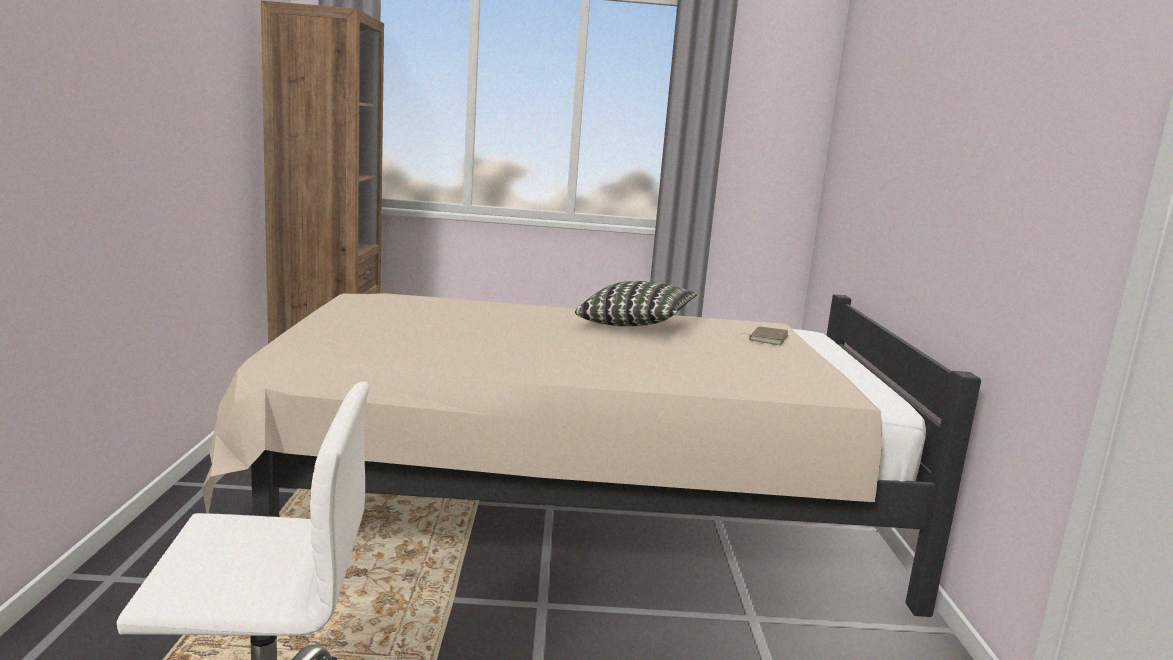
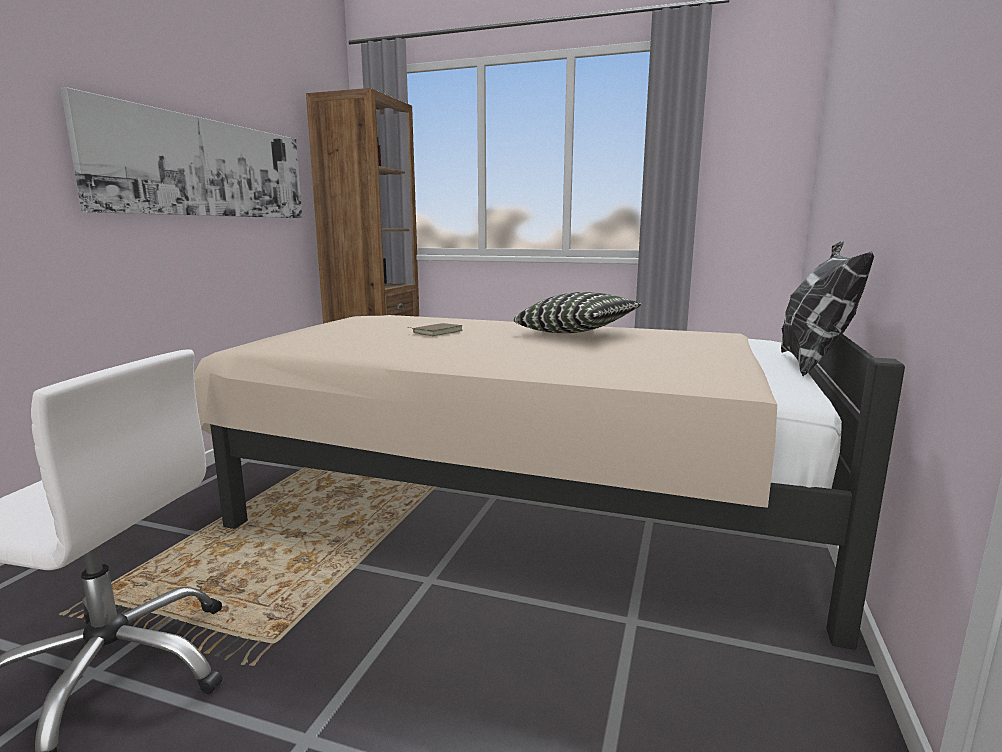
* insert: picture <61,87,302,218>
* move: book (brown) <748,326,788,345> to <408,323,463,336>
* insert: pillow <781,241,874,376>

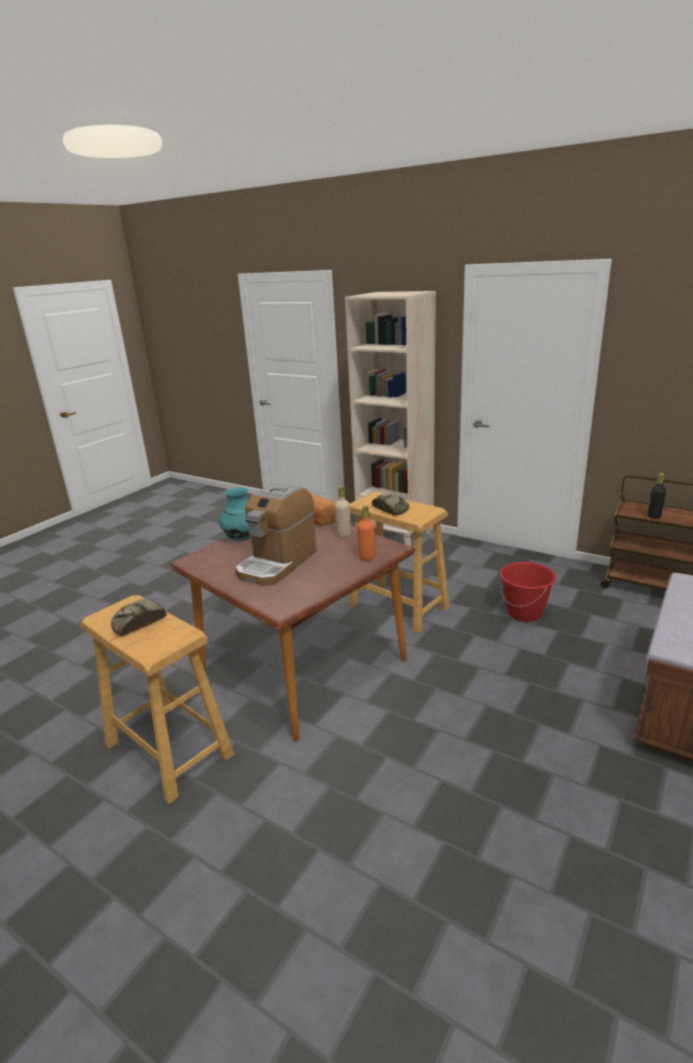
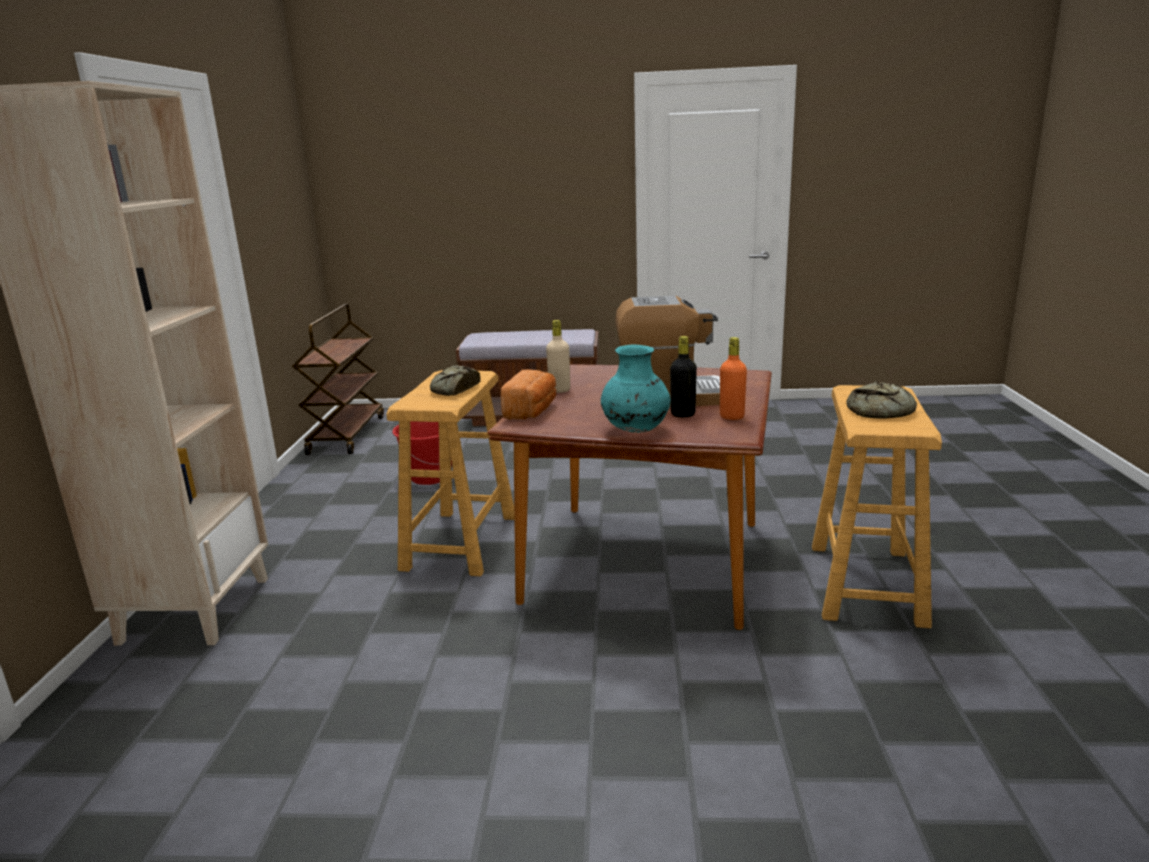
* move: bottle (black) <647,473,666,519> to <670,336,697,417>
* move: bottle (orange) <357,505,376,560> to <720,337,747,420>

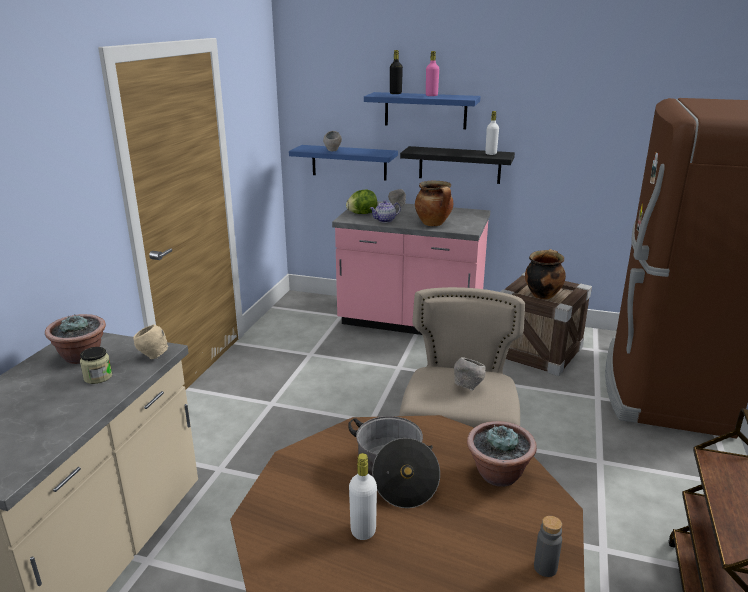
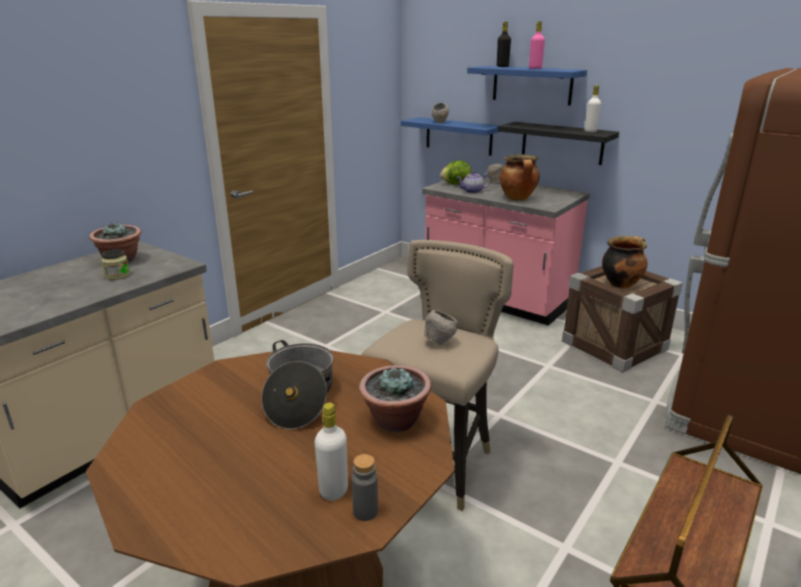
* move: bottle (white) <349,453,377,540> to <315,403,348,500>
* delete: bowl (beige) <133,325,168,359>

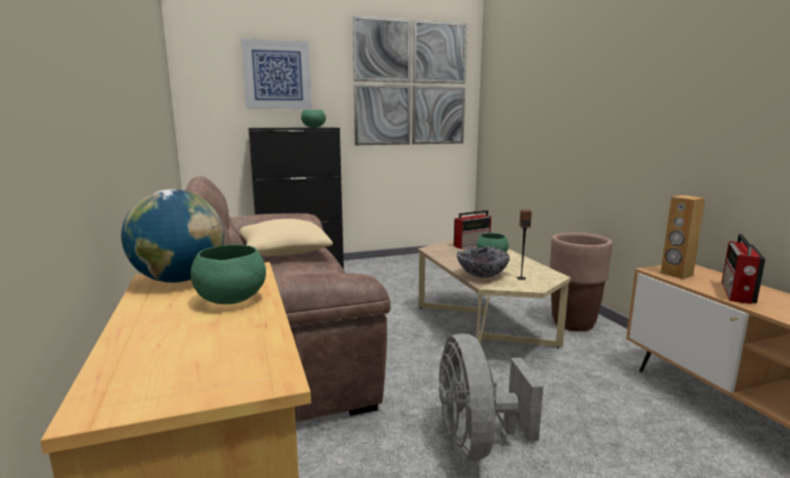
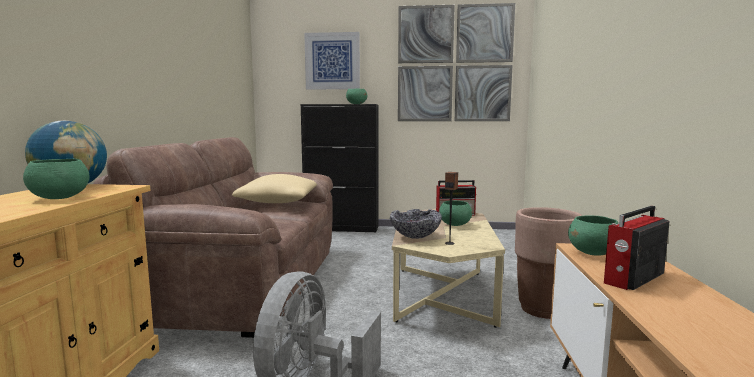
* replace: speaker (brown) <661,195,705,279> to bowl (green) <568,215,618,256>

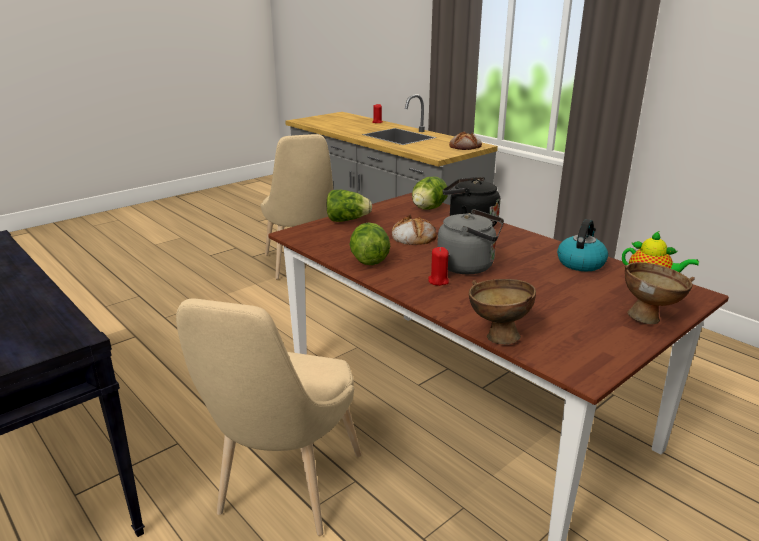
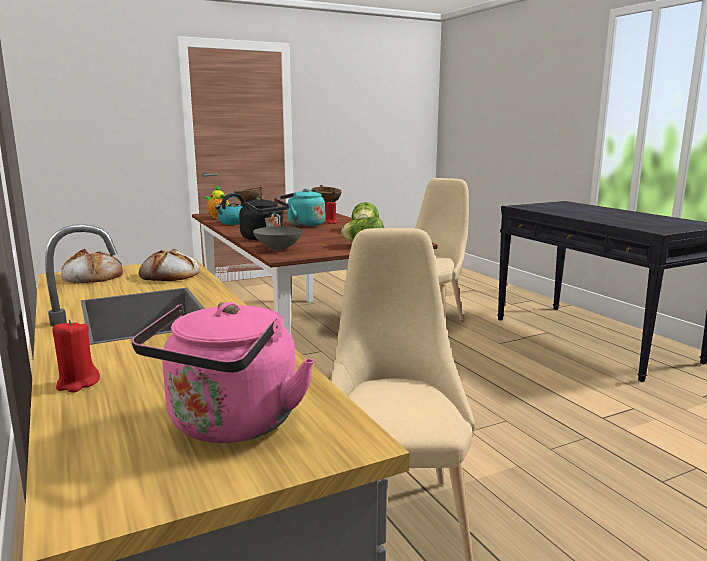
* insert: kettle (pink) <132,302,315,443>
* move: bread <392,214,437,245> to <139,249,200,281>
* replace: lettuce <412,177,448,209> to bowl (grey) <253,226,303,251>
* recolor: kettle (grey) <437,209,504,274> to kettle (turquoise) <280,189,325,227>

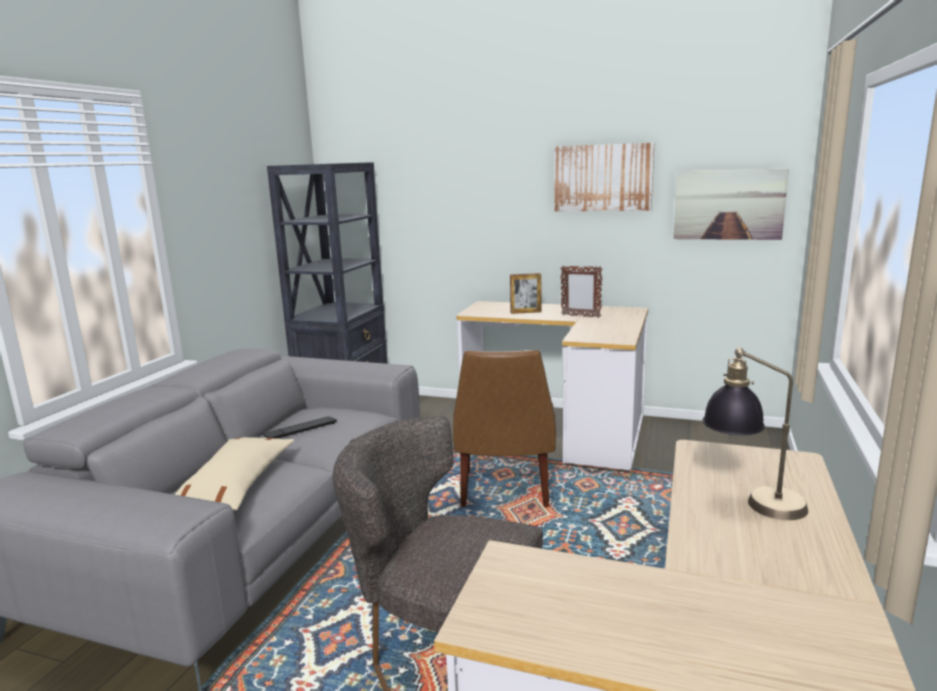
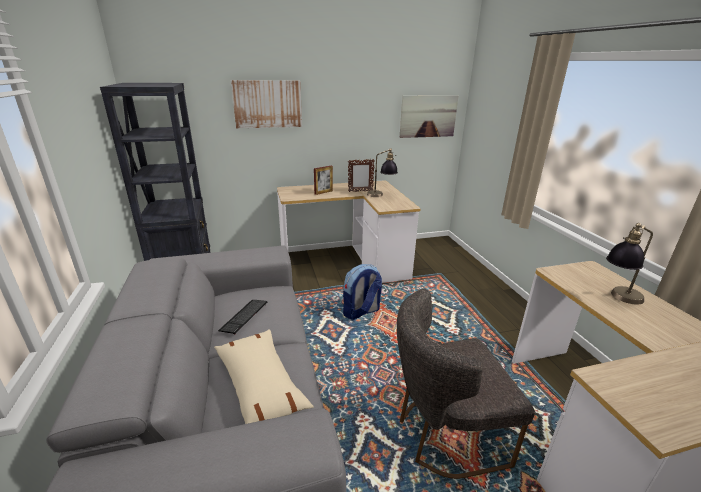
* move: picture <554,143,654,211> to <231,80,302,128>
* replace: chair (brown) <453,350,556,507> to backpack <343,264,382,320>
* insert: table lamp <367,148,398,197>

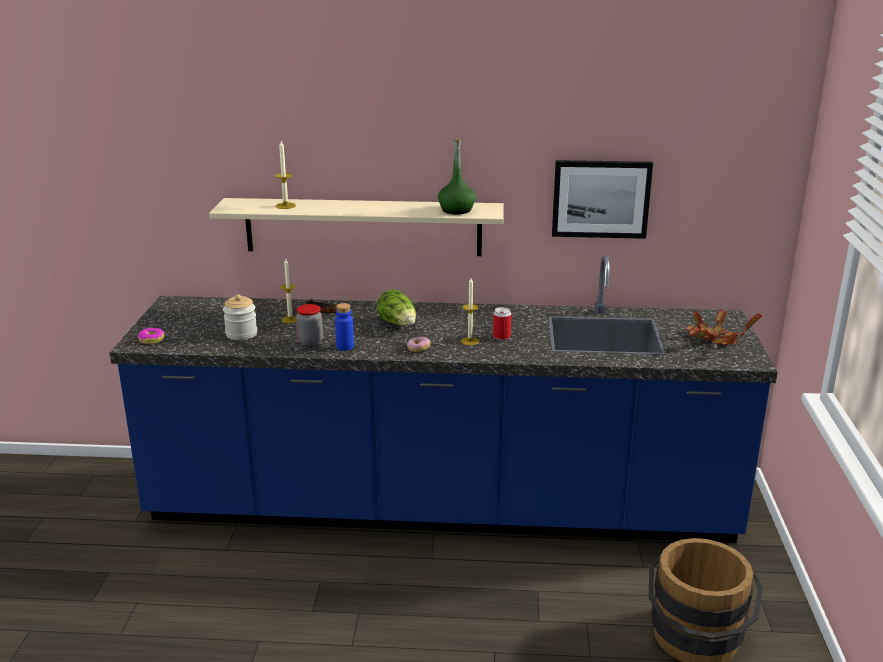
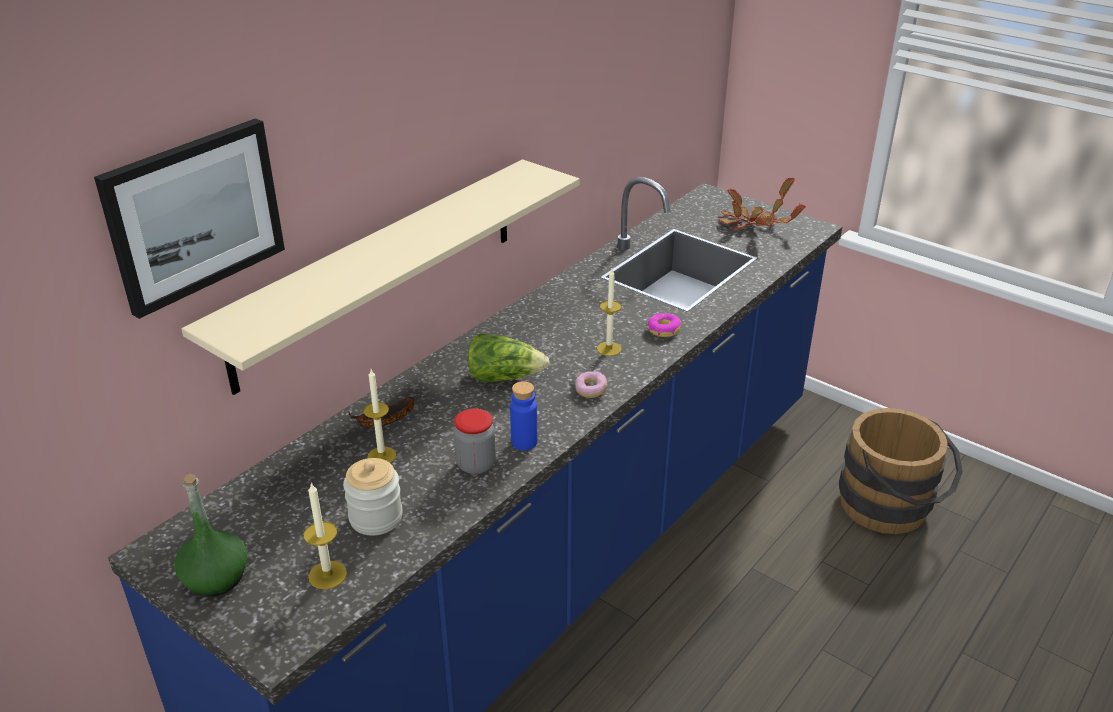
* move: picture <552,160,653,239> to <94,118,285,319>
* move: bottle (green) <438,138,476,214> to <174,474,247,597>
* move: candle <275,141,296,209> to <303,482,347,589>
* move: donut <138,328,165,344> to <647,313,681,337>
* delete: can <493,307,511,340>

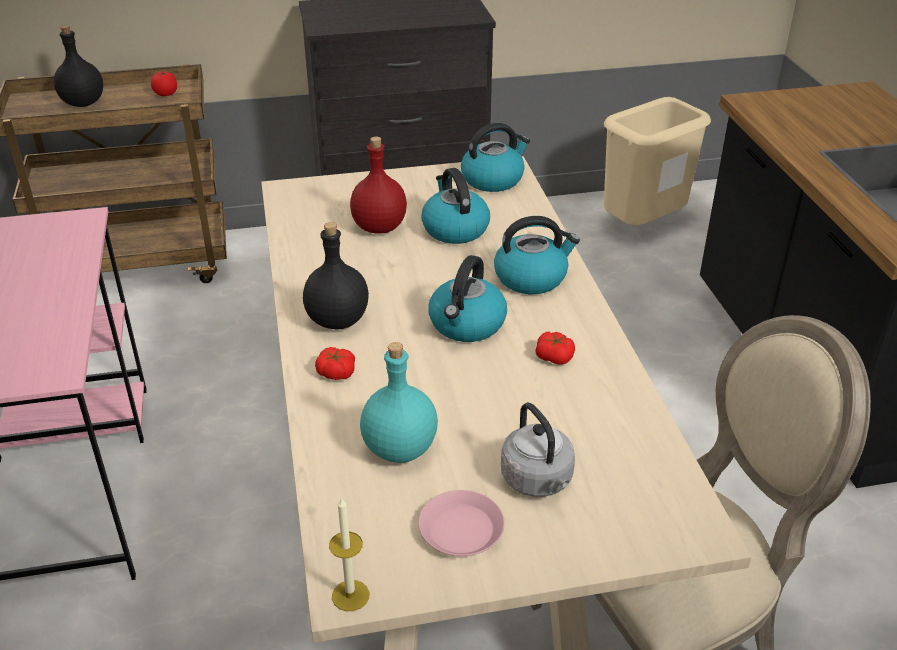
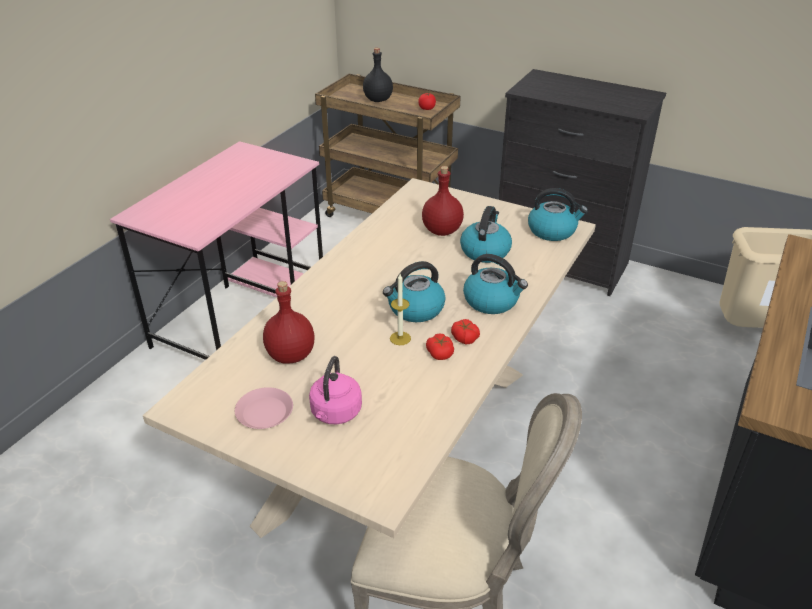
* recolor: bottle (turquoise) <360,342,438,463> to bottle (red) <263,281,315,364>
* recolor: kettle (grey) <501,402,575,497> to kettle (pink) <309,356,362,424>
* move: candle <329,497,369,611> to <390,274,411,345>
* move: tomato <315,347,355,380> to <451,319,480,344>
* delete: bottle (black) <303,222,369,329>

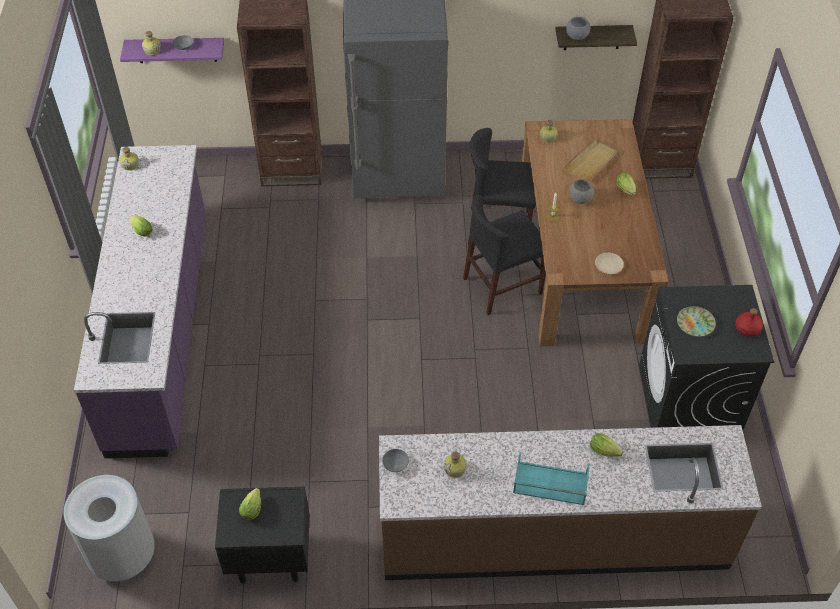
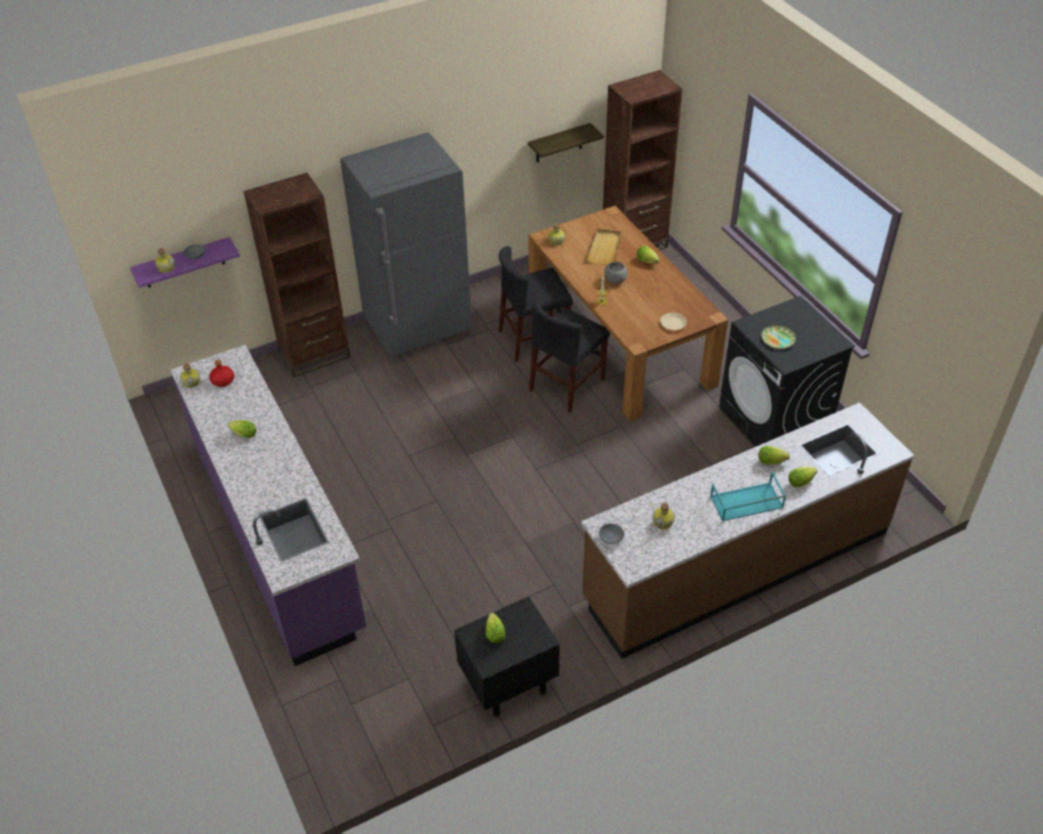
* move: bottle (red) <735,308,763,337> to <209,360,234,387>
* insert: lettuce <789,467,817,488>
* delete: trash can (grey) <63,475,155,582>
* delete: bowl (grey) <566,16,591,40>

